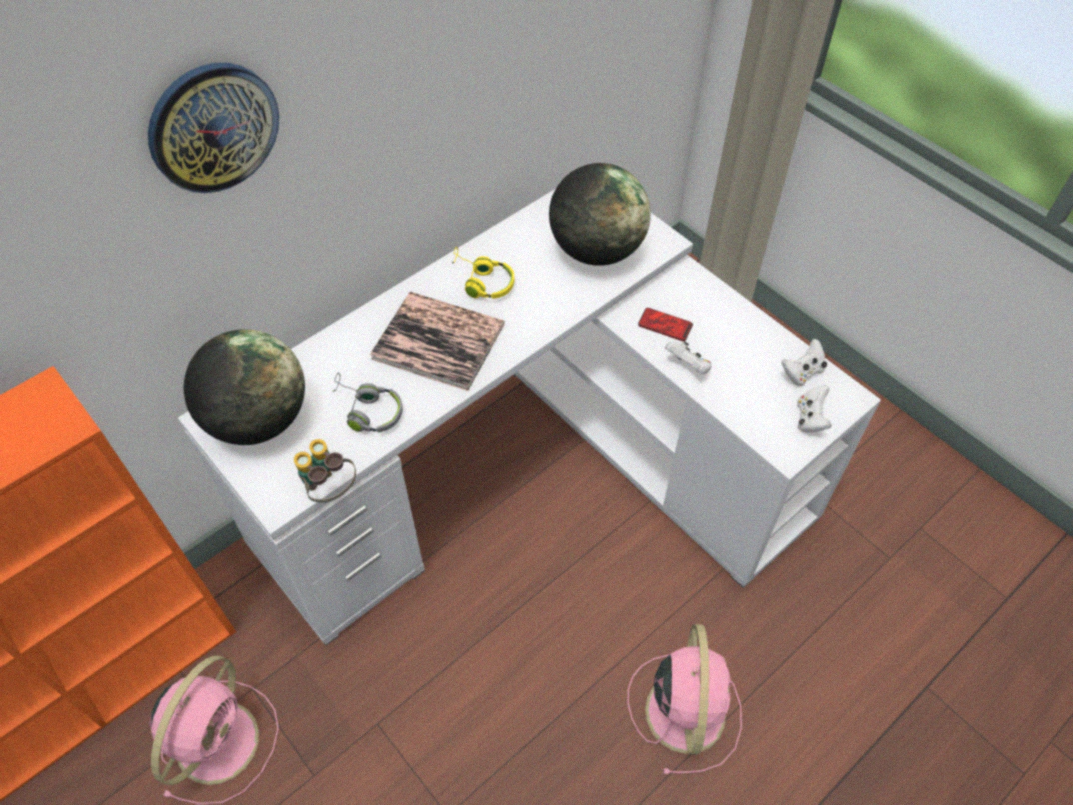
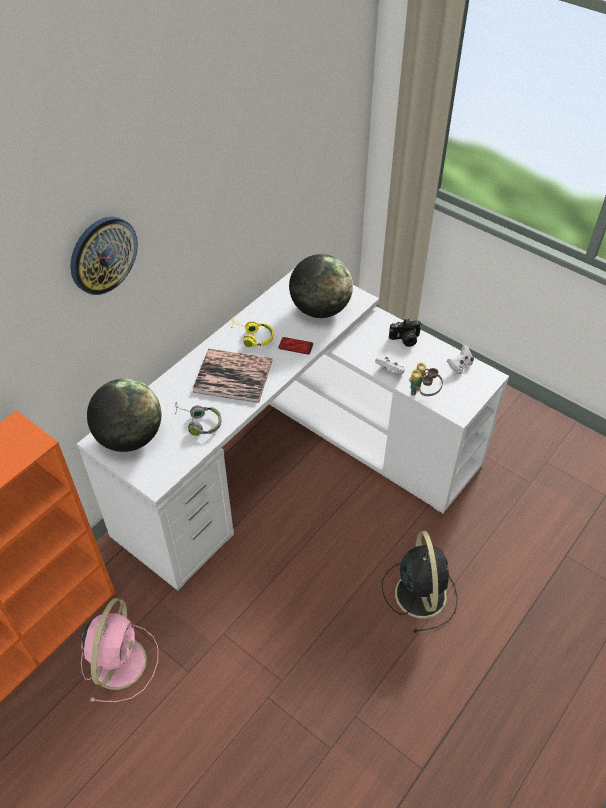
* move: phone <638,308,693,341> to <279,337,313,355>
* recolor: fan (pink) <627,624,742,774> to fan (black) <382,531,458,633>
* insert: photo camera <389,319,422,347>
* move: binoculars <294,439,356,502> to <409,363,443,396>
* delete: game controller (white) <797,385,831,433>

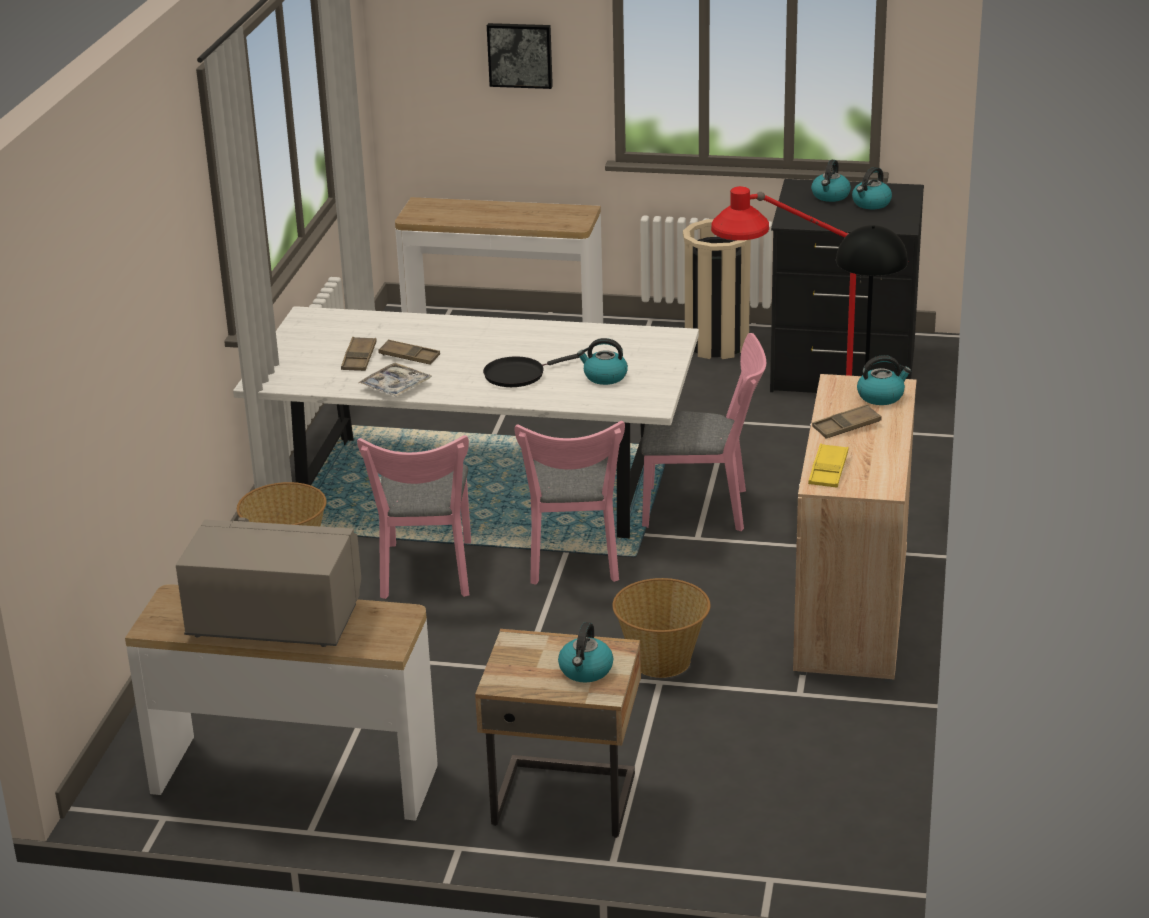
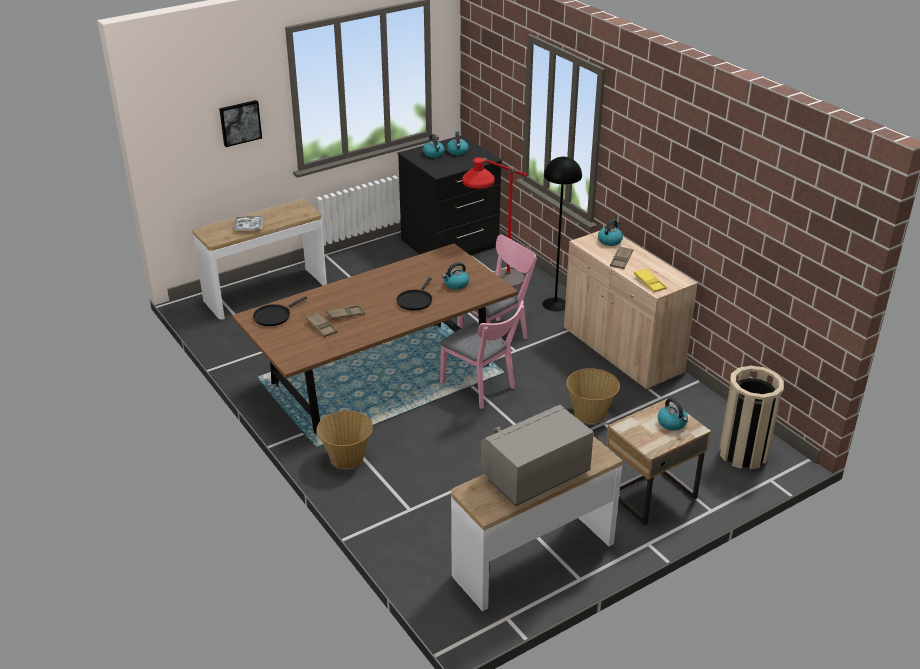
* recolor: dining table (white) <233,306,699,538> to dining table (brown) <232,244,518,434>
* move: tray <358,362,431,397> to <234,215,263,230>
* insert: frying pan (black) <253,296,307,326>
* move: trash can (beige) <683,219,752,359> to <719,366,784,469>
* delete: chair (pink) <357,435,471,599>

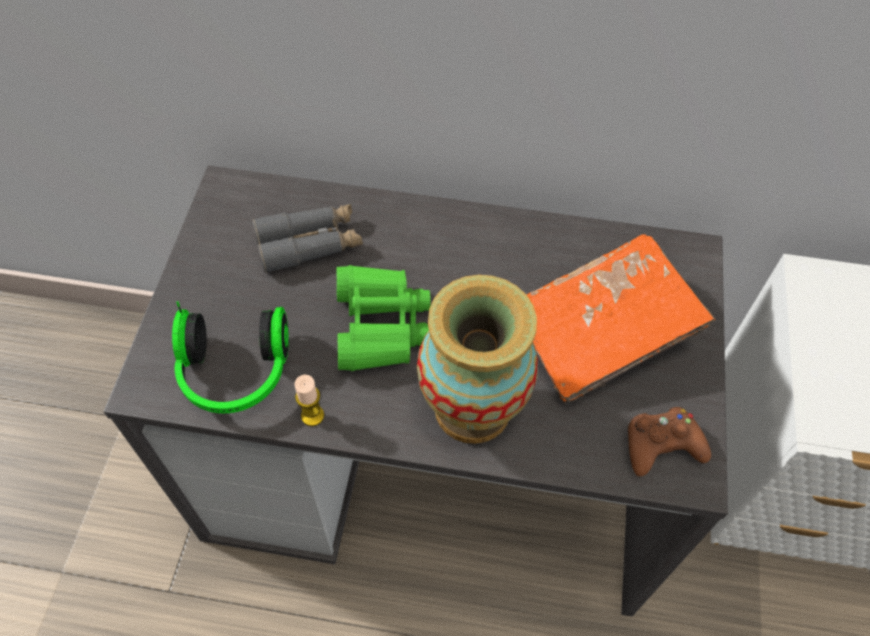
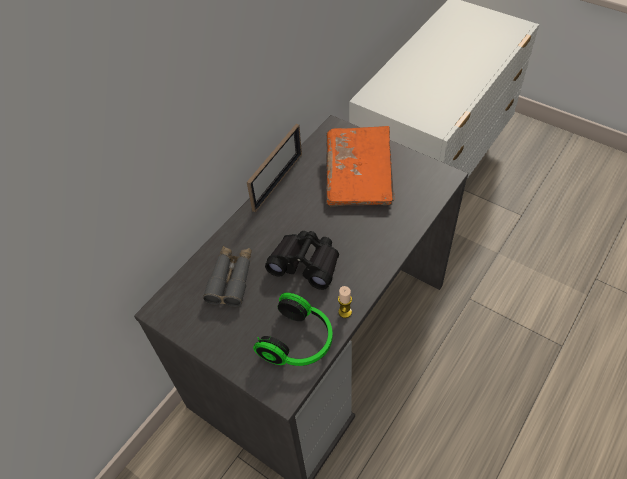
* insert: picture frame <247,124,302,212>
* recolor: binoculars (green) <337,265,431,371> to binoculars (black) <265,231,339,290>
* delete: vase <417,275,538,444>
* delete: game controller (brown) <628,407,711,476>

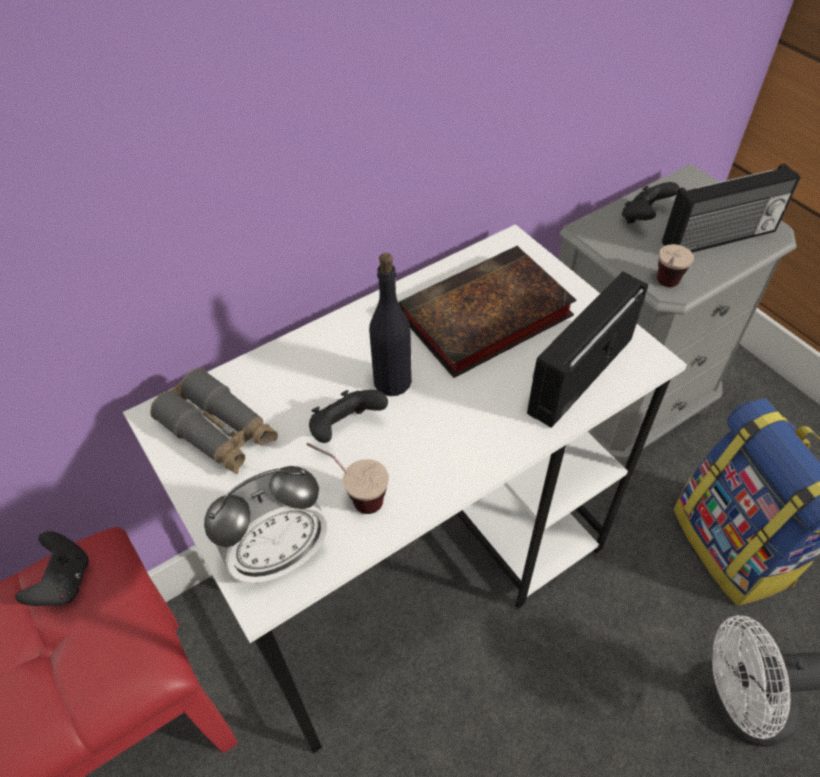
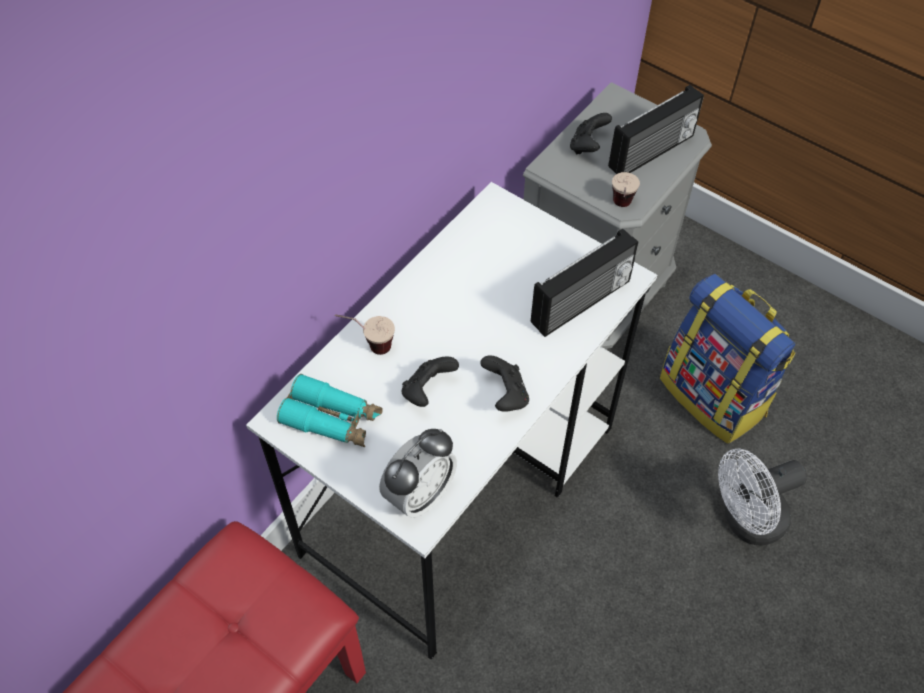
* recolor: binoculars (grey) <150,368,278,474> to binoculars (turquoise) <277,374,383,447>
* move: cup <306,443,389,514> to <335,314,395,355>
* move: game controller (black) <15,531,88,606> to <480,355,529,412>
* rotate: radio <527,271,648,428> = <531,228,639,337> 150 degrees counterclockwise
* delete: bottle (black) <369,253,412,396>
* delete: book <398,246,577,378>

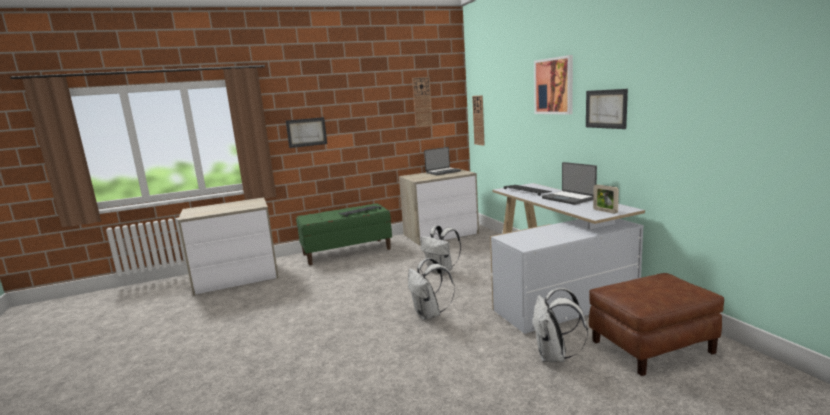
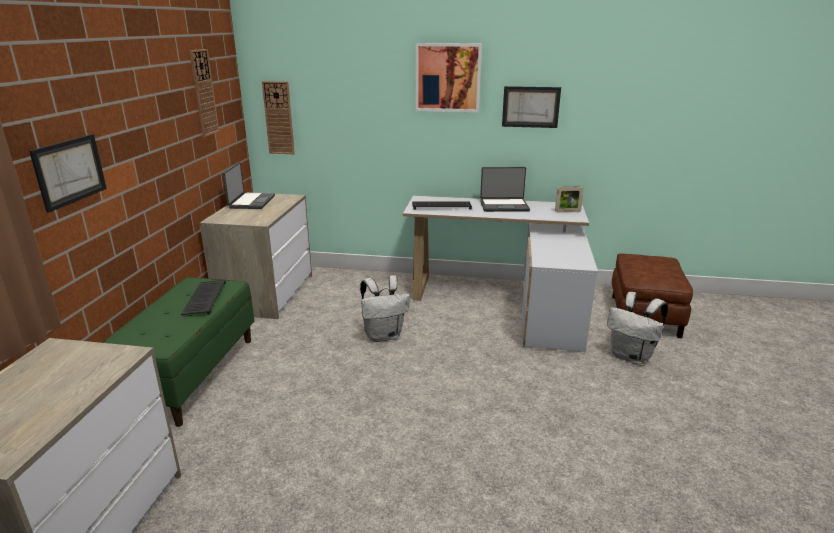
* delete: backpack (white) <408,258,455,320>

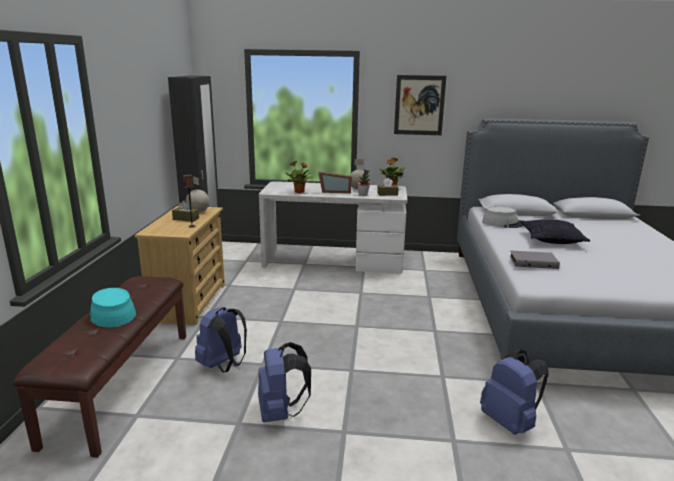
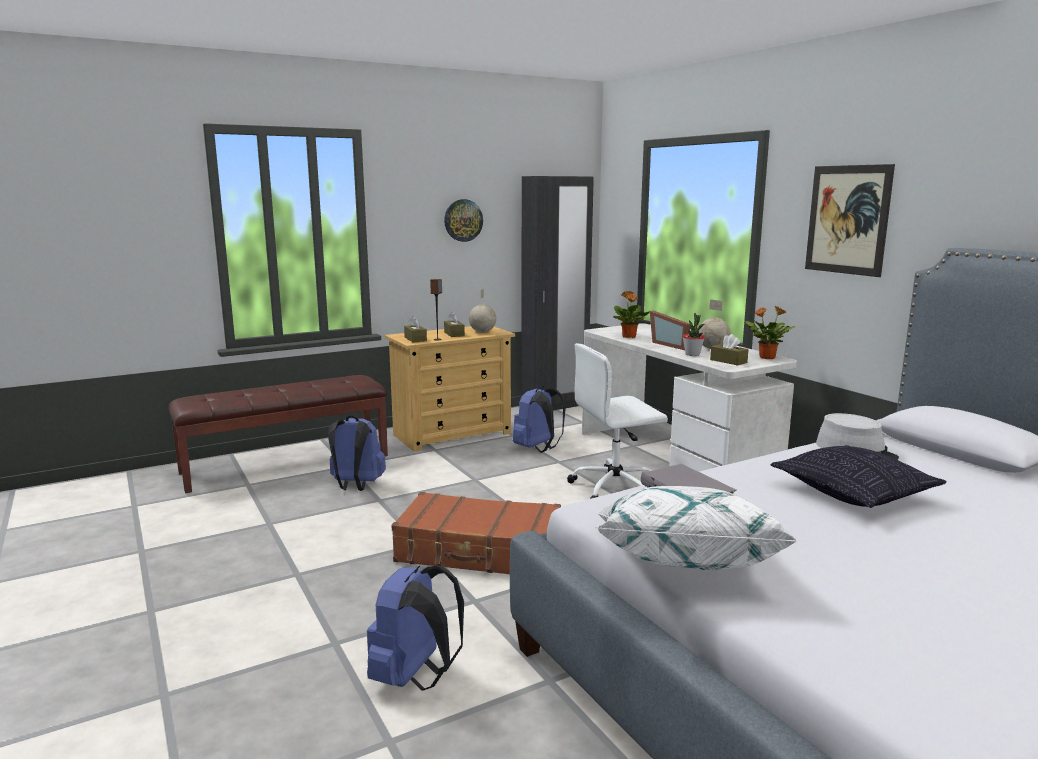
* insert: suitcase (brown) <391,492,561,574>
* insert: tissue box (brown) <404,316,427,343>
* insert: wall clock <444,199,483,242>
* move: backpack (blue) <258,342,311,422> to <513,385,566,453>
* insert: office chair (white) <567,343,668,499>
* insert: pillow (white) <595,486,799,570>
* delete: hat (turquoise) <88,288,136,327>

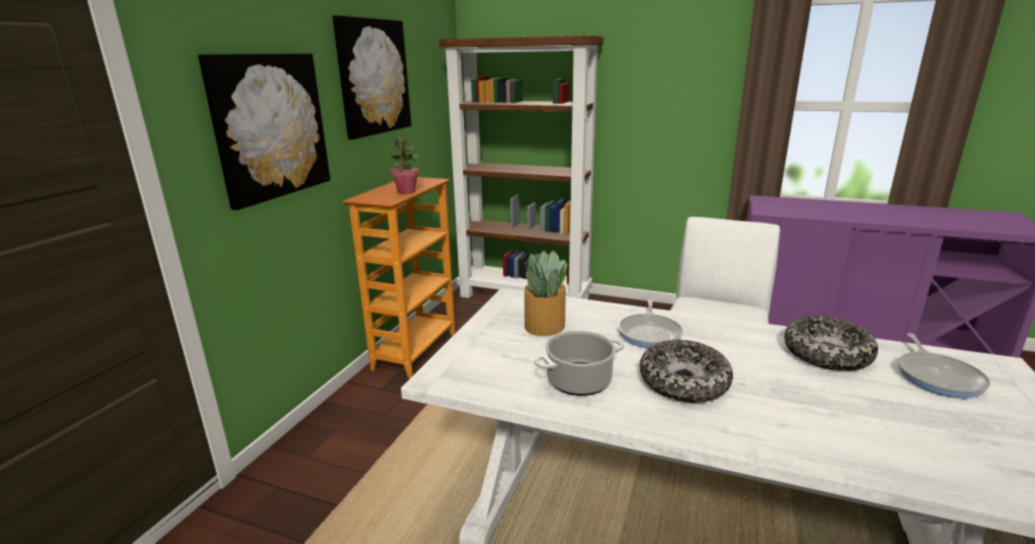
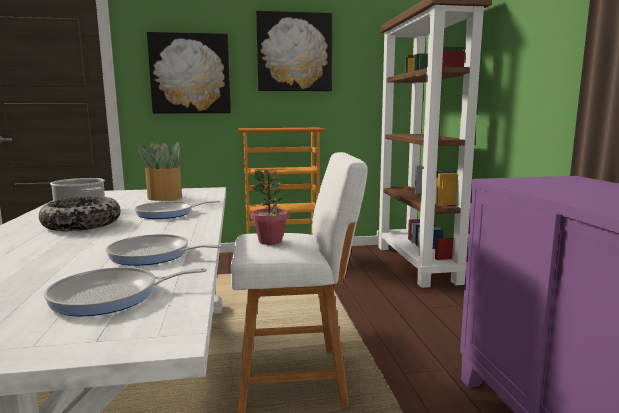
* replace: bowl <784,316,878,371> to frying pan <106,234,222,266>
* move: potted plant <390,138,419,194> to <251,169,289,245>

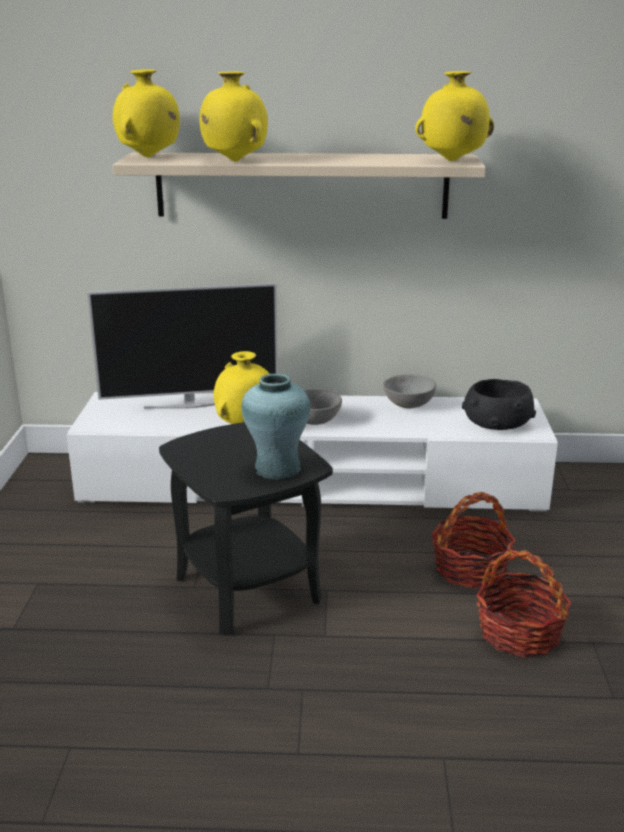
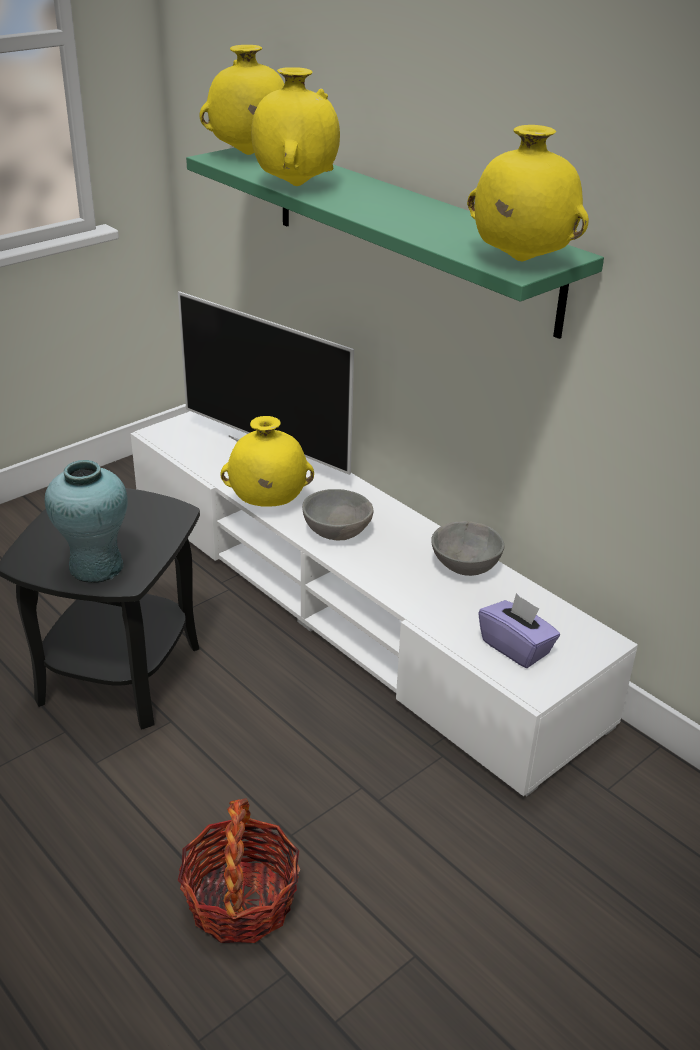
* recolor: shelf (beige) <112,152,486,219> to shelf (green) <186,148,604,339>
* replace: bowl (black) <462,379,536,430> to tissue box (purple) <478,593,560,668>
* delete: basket <431,492,516,588>

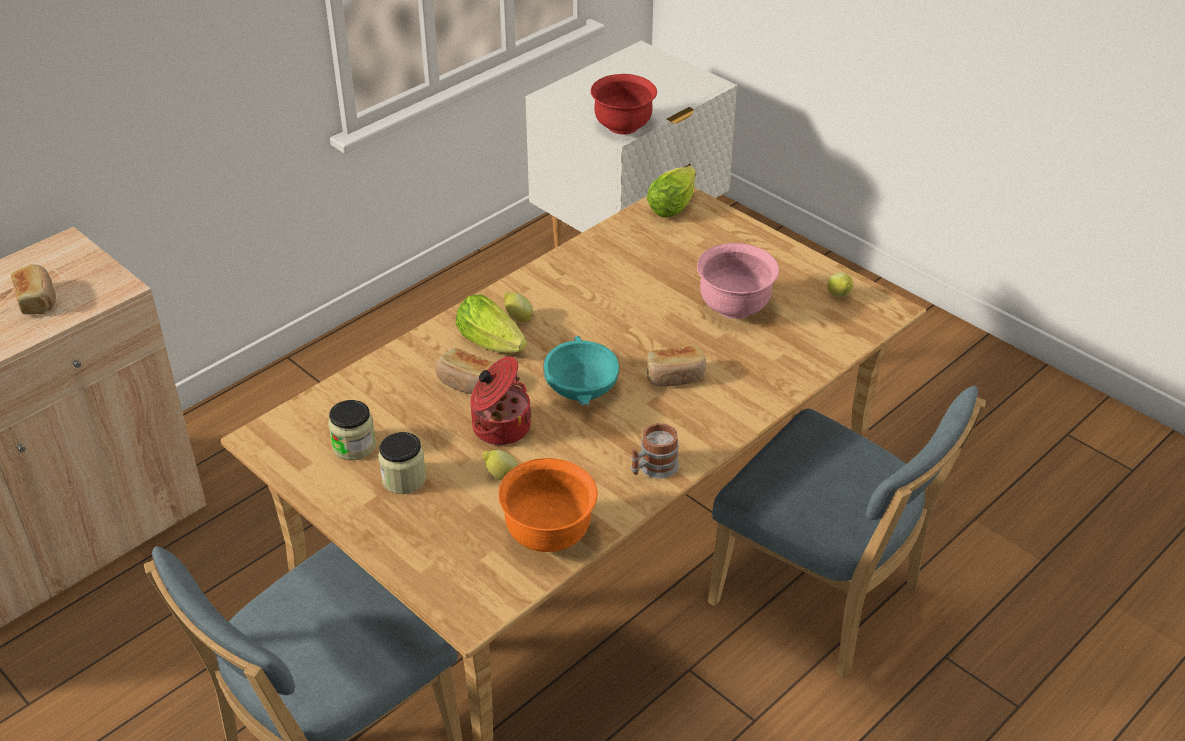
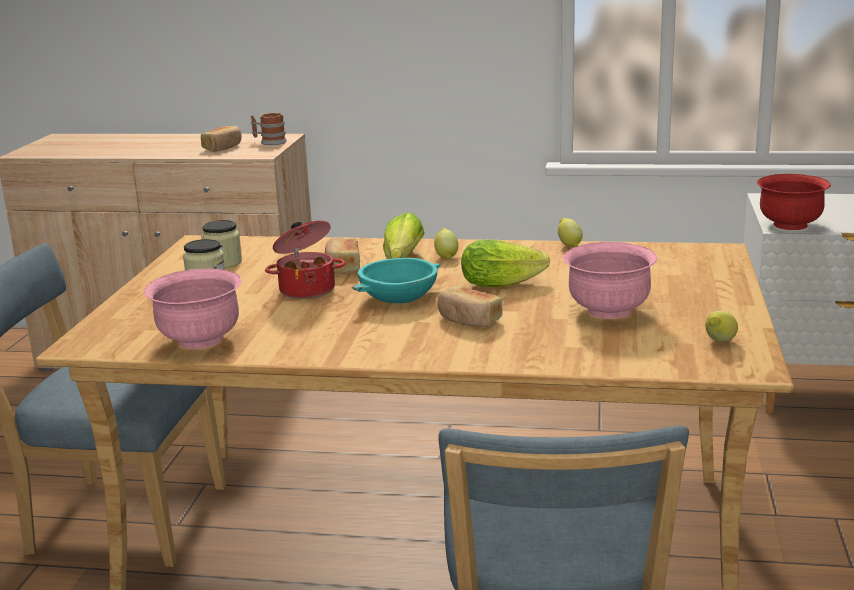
* recolor: bowl (orange) <498,458,598,552> to bowl (pink) <144,268,242,349>
* move: mug <631,423,679,479> to <251,113,287,145>
* move: lettuce <647,166,696,218> to <461,239,550,287>
* move: lemon <482,450,518,481> to <558,217,583,247>

